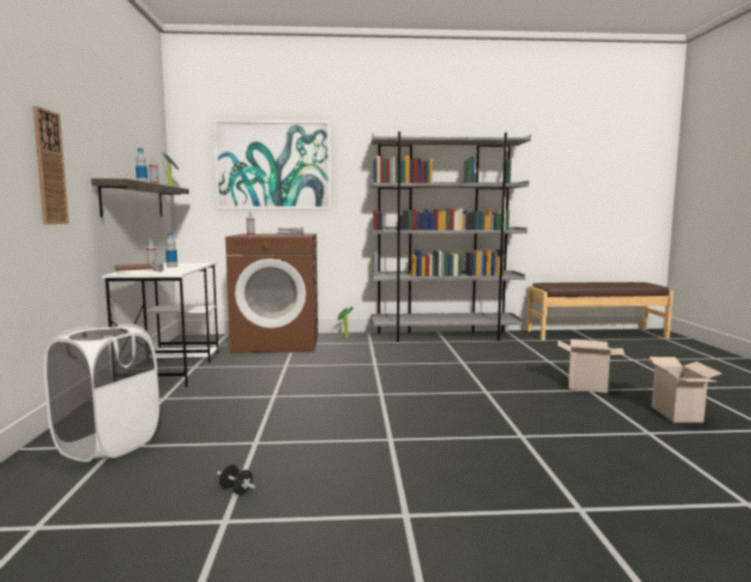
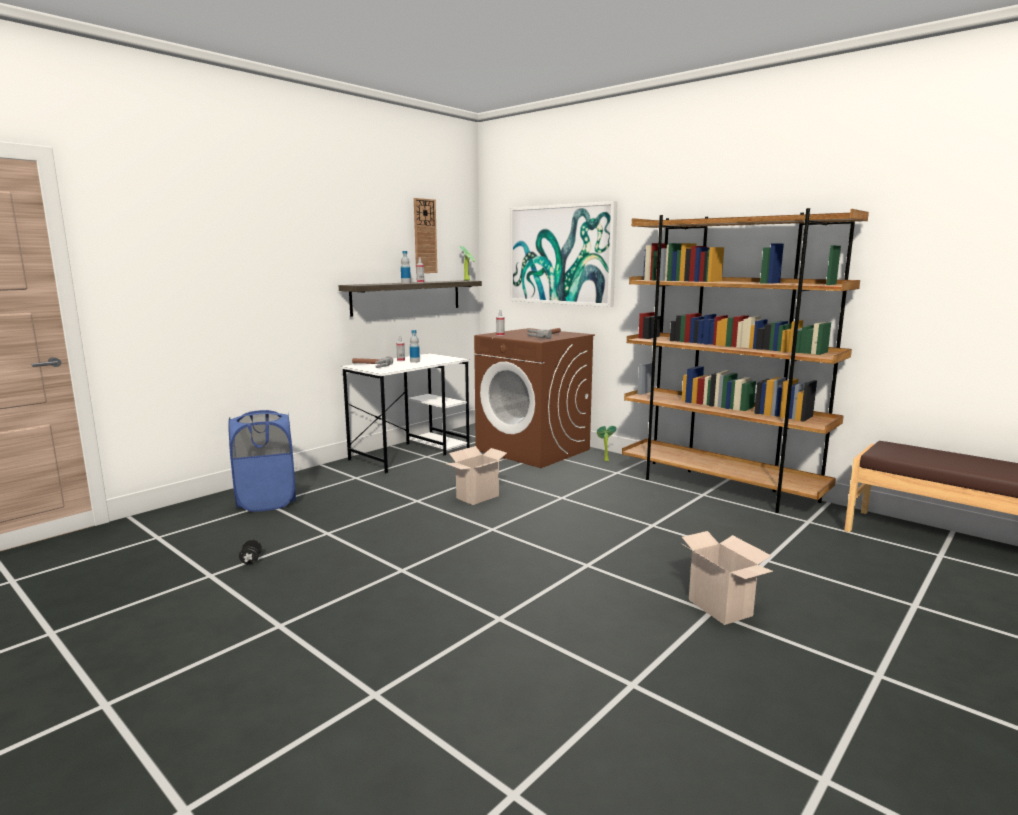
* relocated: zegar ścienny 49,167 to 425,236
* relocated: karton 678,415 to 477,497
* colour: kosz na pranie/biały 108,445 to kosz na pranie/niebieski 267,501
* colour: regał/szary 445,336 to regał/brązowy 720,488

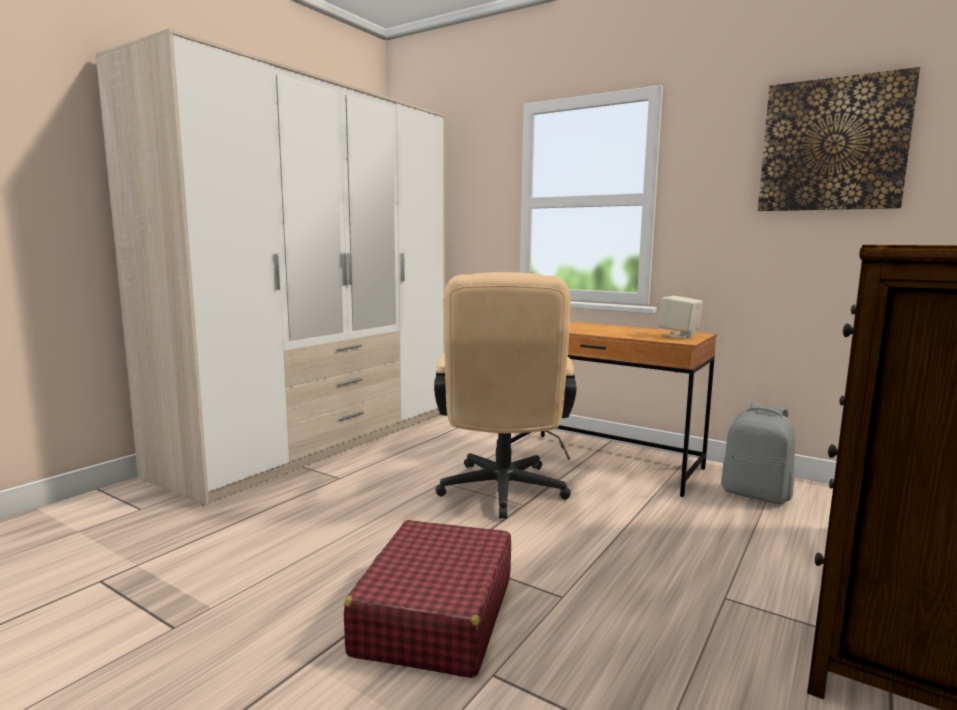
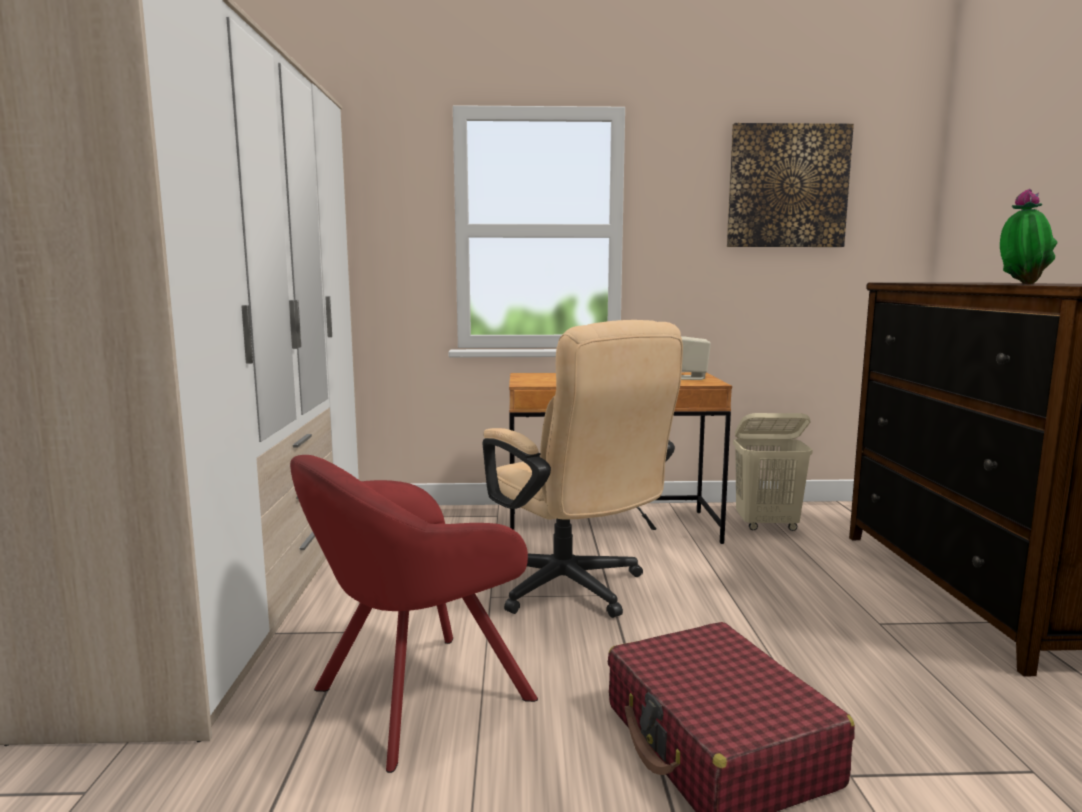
* appeared: fotel/czerwony 413,698
* appeared: roślina doniczkowa 1020,284
* exchanged: plecak/szary 756,494 to kosz na pranie/beżowy 767,525

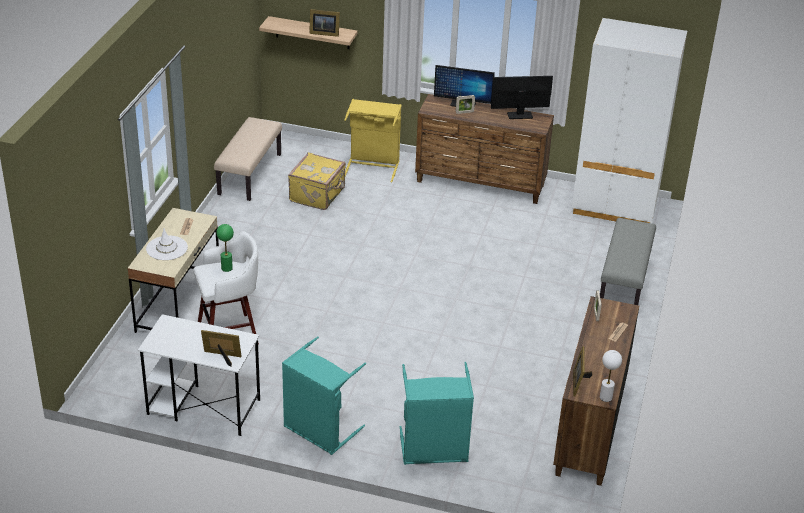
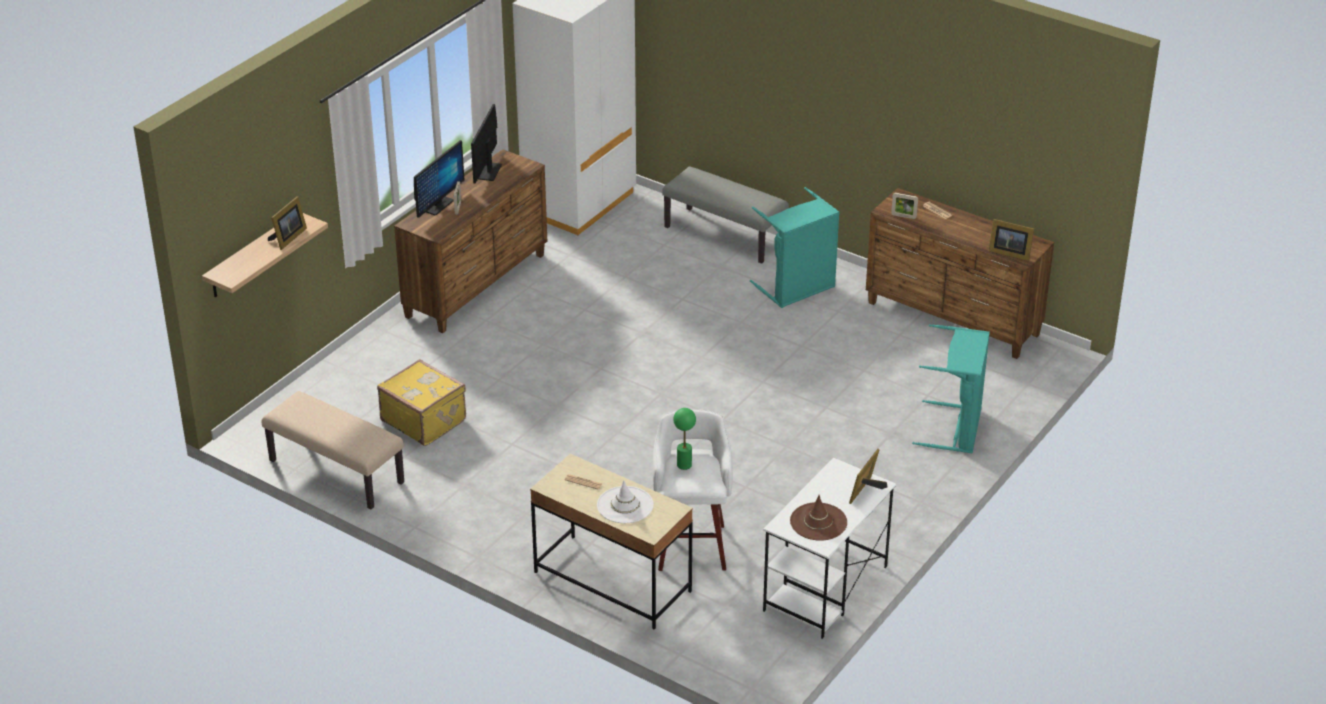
* missing: kosz na pranie/żółty 373,166
* missing: lampa stołowa/biały 605,397
* appeared: kapelusz/brązowy 818,522
* relocated: kosz na pranie/turkusowy 318,431 to 797,289

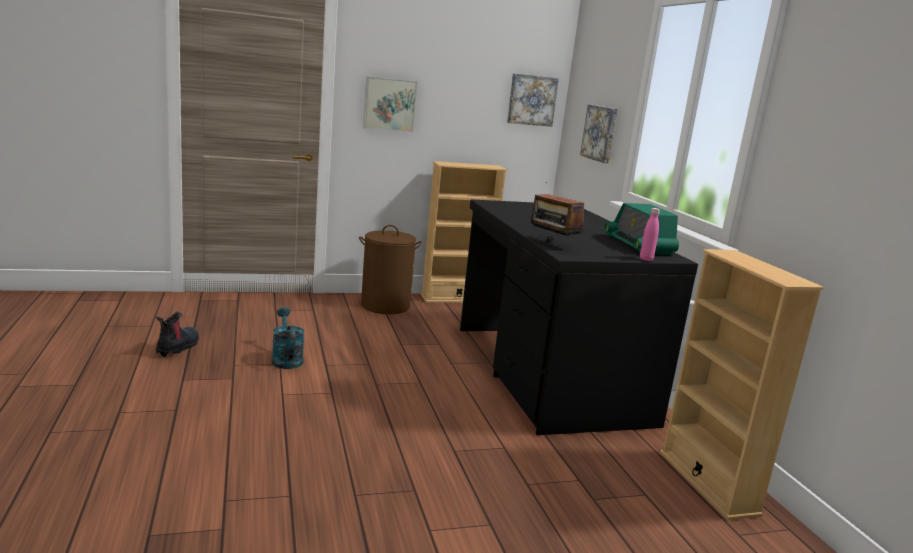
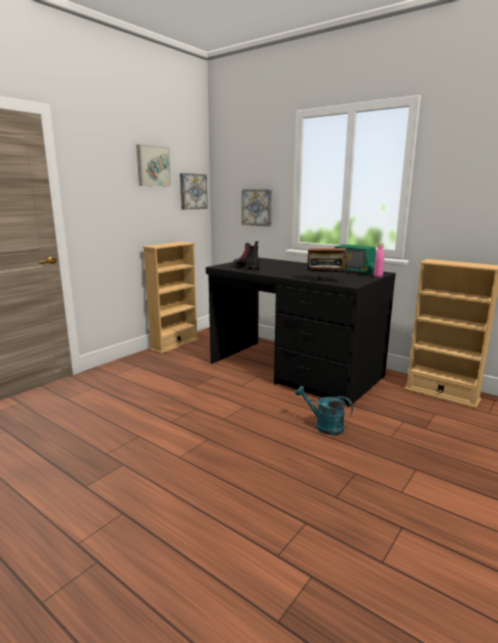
* missing: kosz na pranie/brązowy 386,306
* relocated: but z cholewką 178,347 to 246,269
* relocated: konewka/turkusowy 286,359 to 324,426
* relocated: obraz 389,104 to 152,166

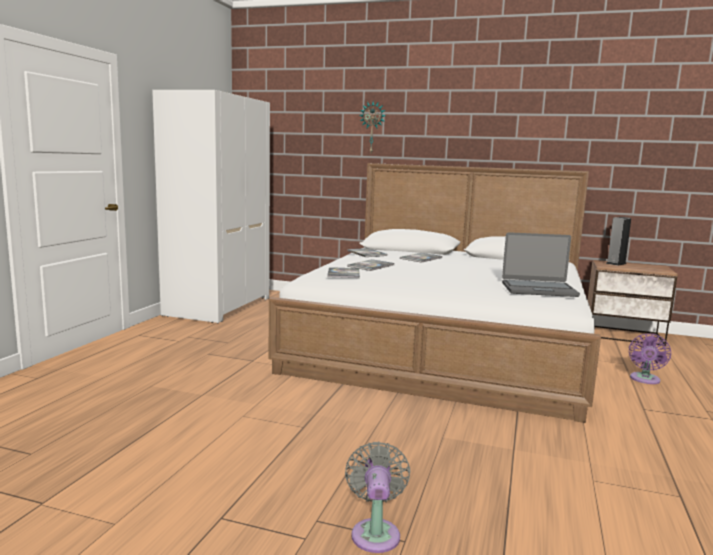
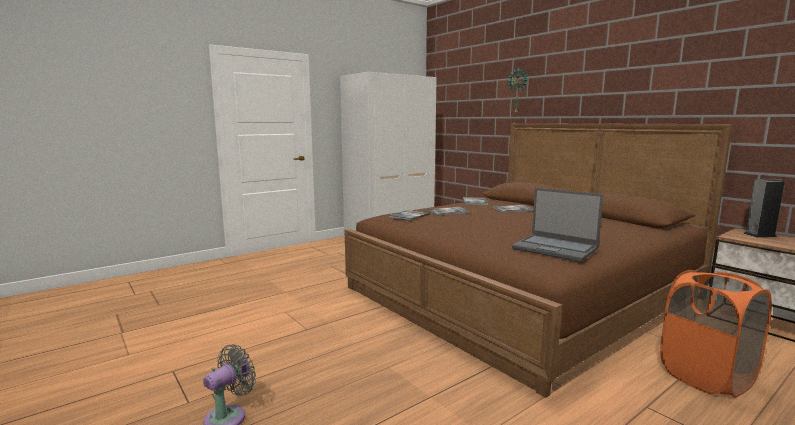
* exchanged: wentylator/fioletowy 644,380 to kosz na pranie/pomarańczowy 706,377
* colour: łóżko/biały 444,344 to łóżko/brązowy 520,292

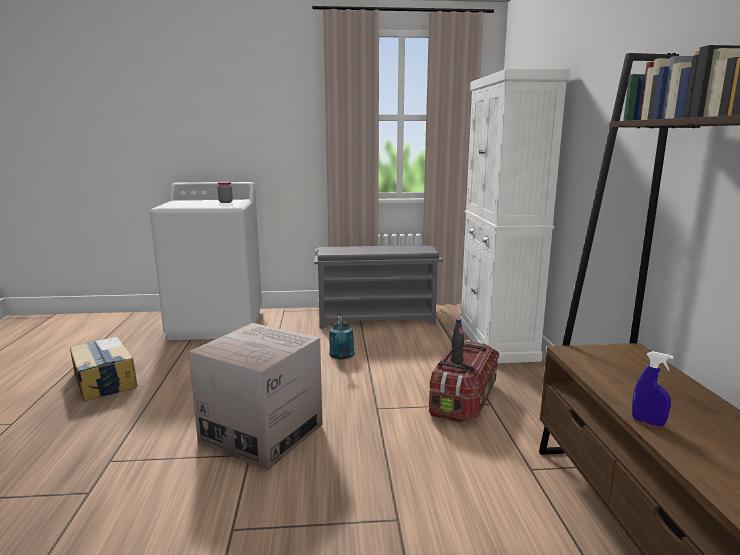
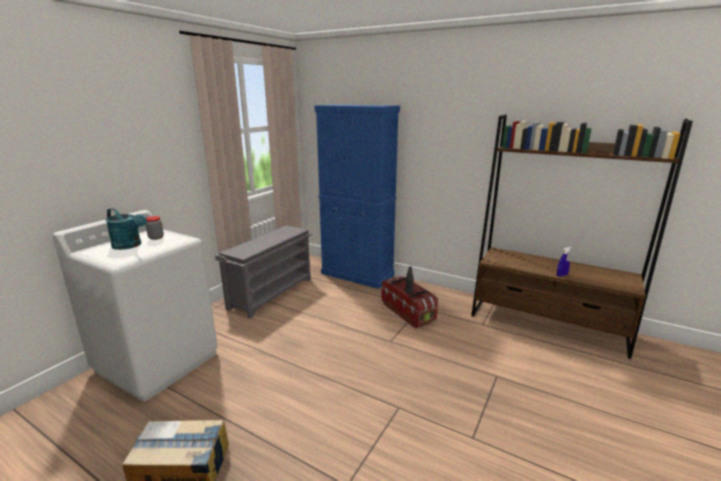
* missing: karton 262,433
* relocated: konewka/turkusowy 342,356 to 130,246
* colour: szafka/biały 496,341 to szafka/niebieski 357,274

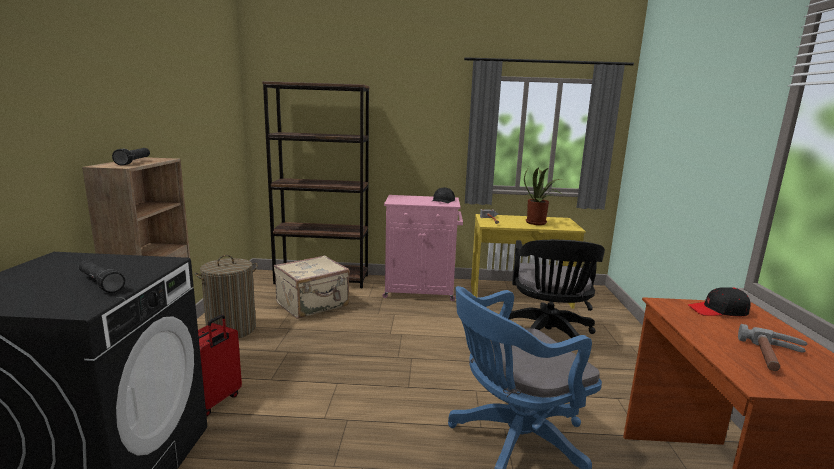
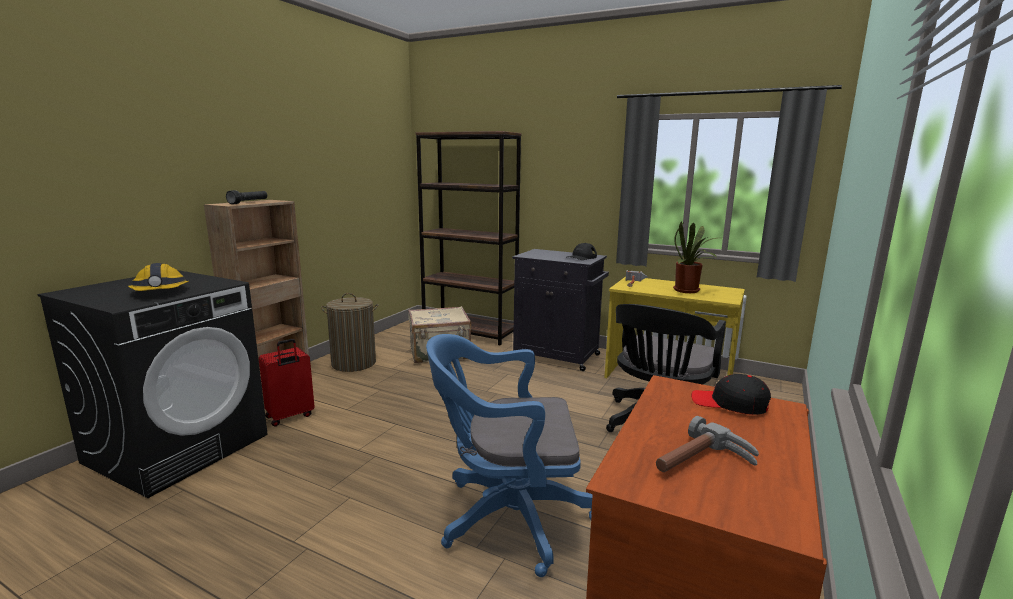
* exchanged: latarka/czarny 100,283 to kask 160,292
* colour: szafka/różowy 421,291 to szafka/czarny 557,356

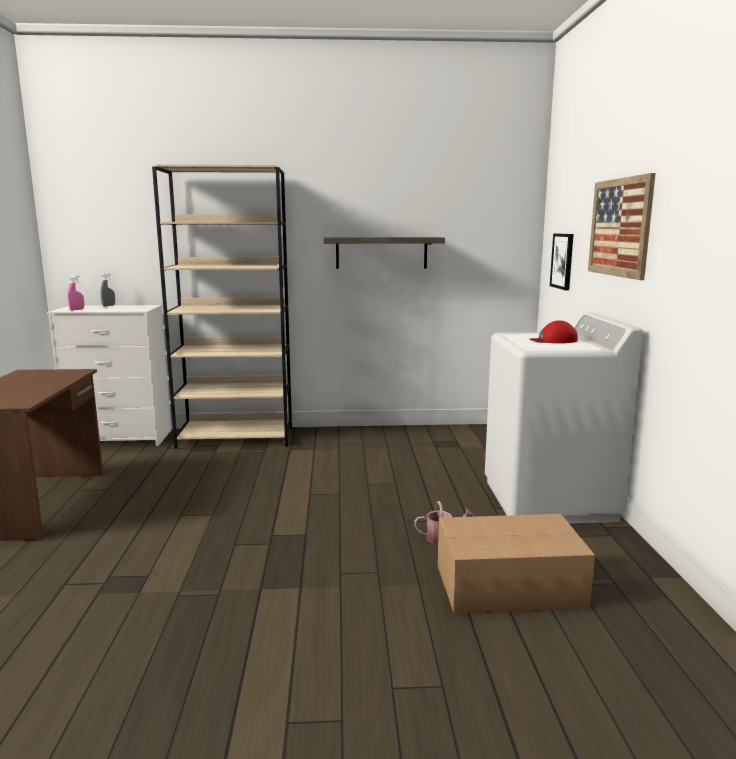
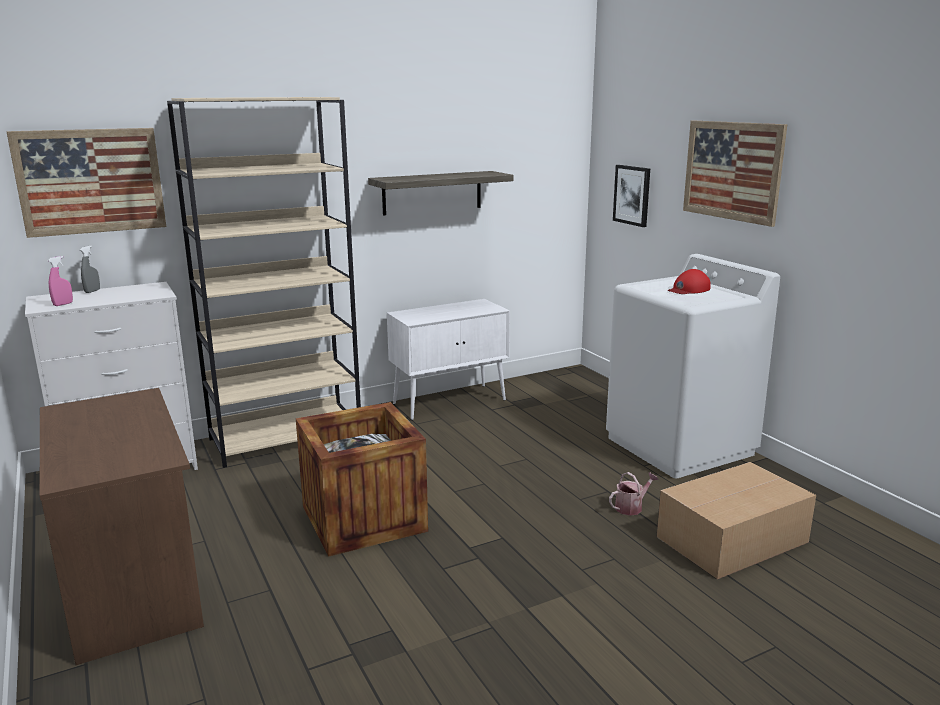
* appeared: obraz 90,181
* appeared: skrzynka 363,518
* appeared: szafka/biały 450,402

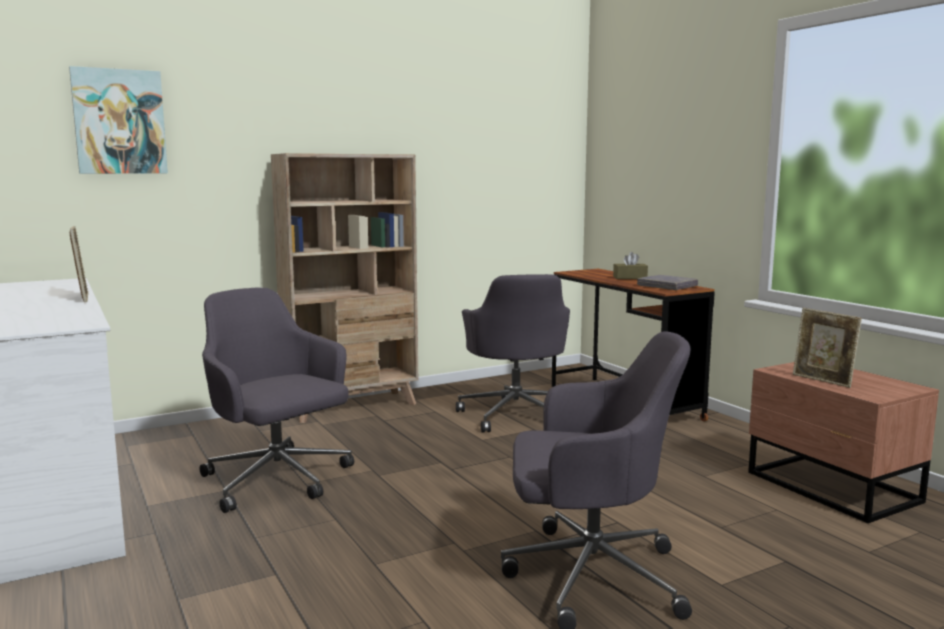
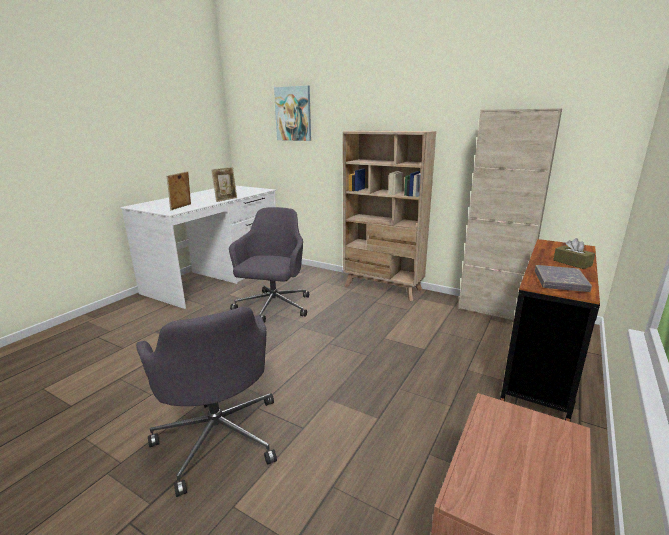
* missing: krzesło biurowe/szary 516,414
* appeared: szafka/beżowy 491,310
* relocated: ramka na zdjęcie 822,381 to 181,207

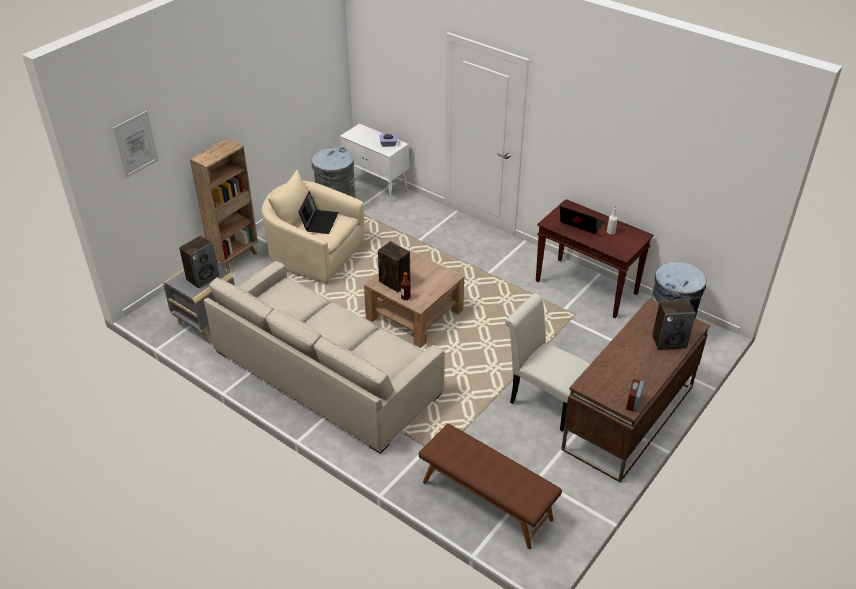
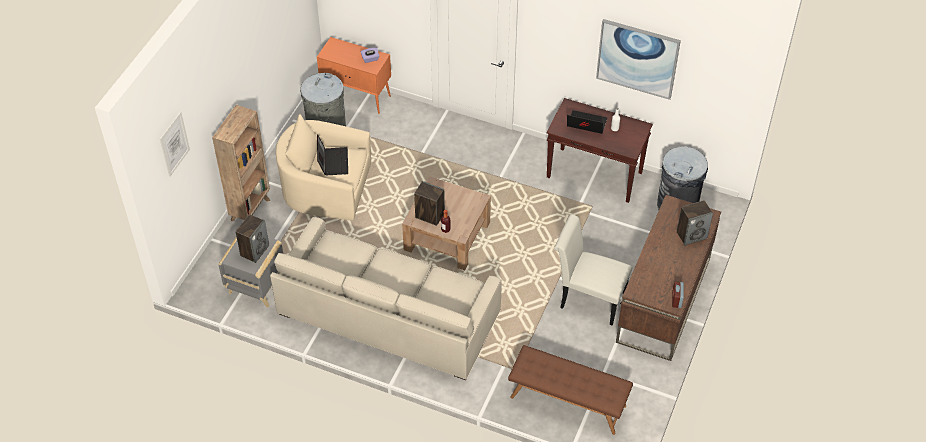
* appeared: obraz 637,58
* colour: szafka/biały 376,187 to szafka/pomarańczowy 357,96

